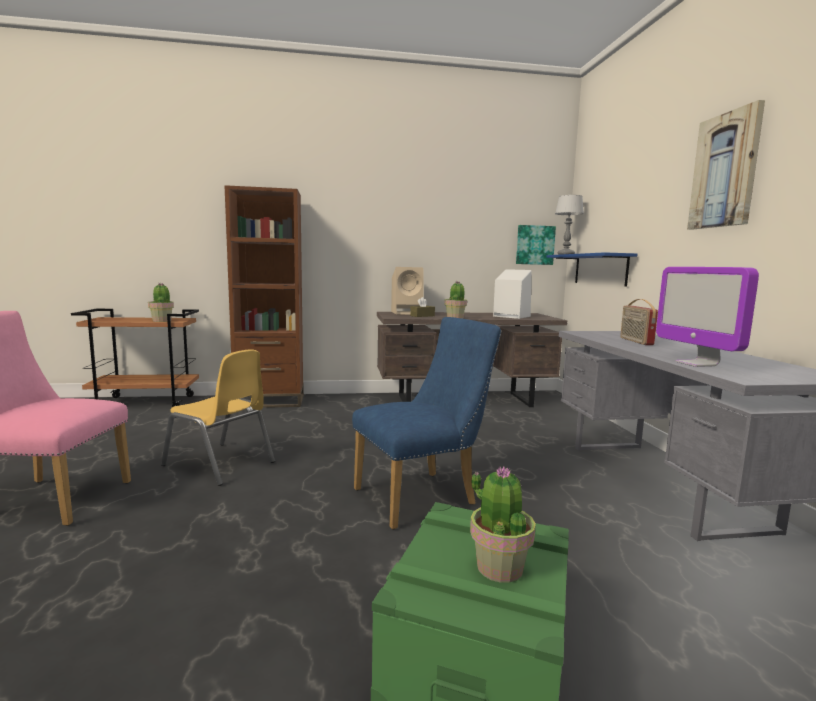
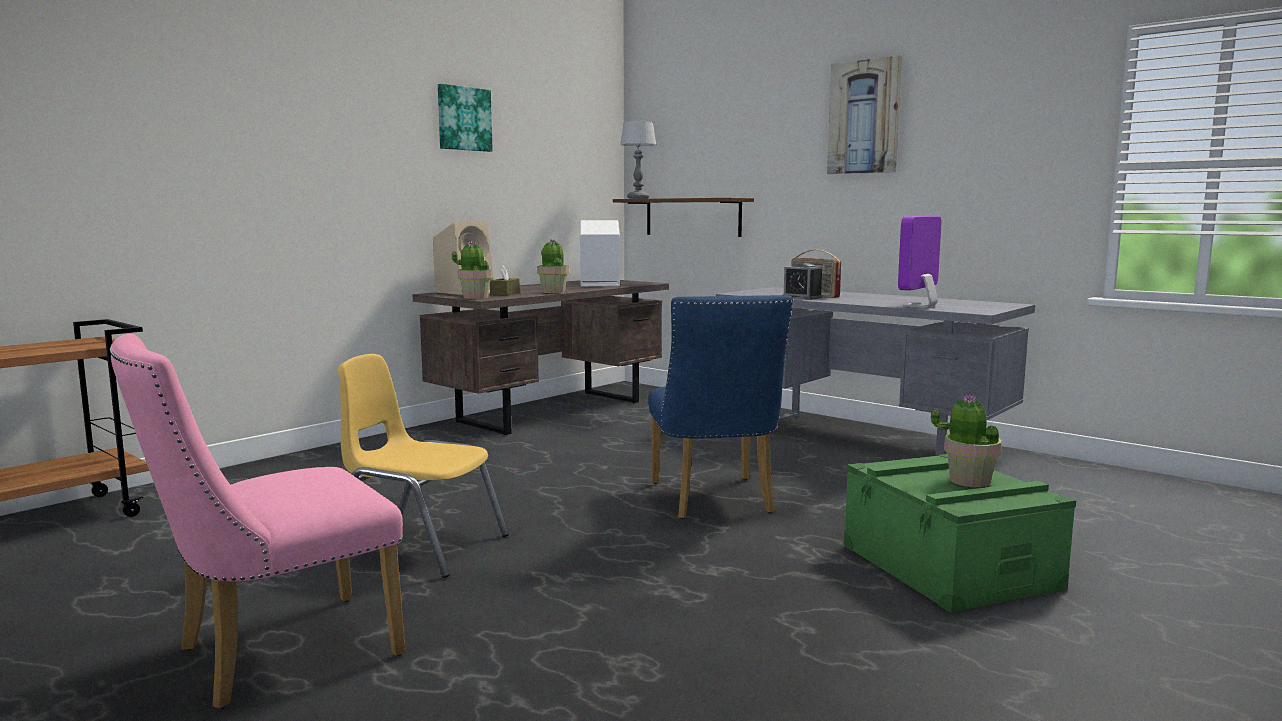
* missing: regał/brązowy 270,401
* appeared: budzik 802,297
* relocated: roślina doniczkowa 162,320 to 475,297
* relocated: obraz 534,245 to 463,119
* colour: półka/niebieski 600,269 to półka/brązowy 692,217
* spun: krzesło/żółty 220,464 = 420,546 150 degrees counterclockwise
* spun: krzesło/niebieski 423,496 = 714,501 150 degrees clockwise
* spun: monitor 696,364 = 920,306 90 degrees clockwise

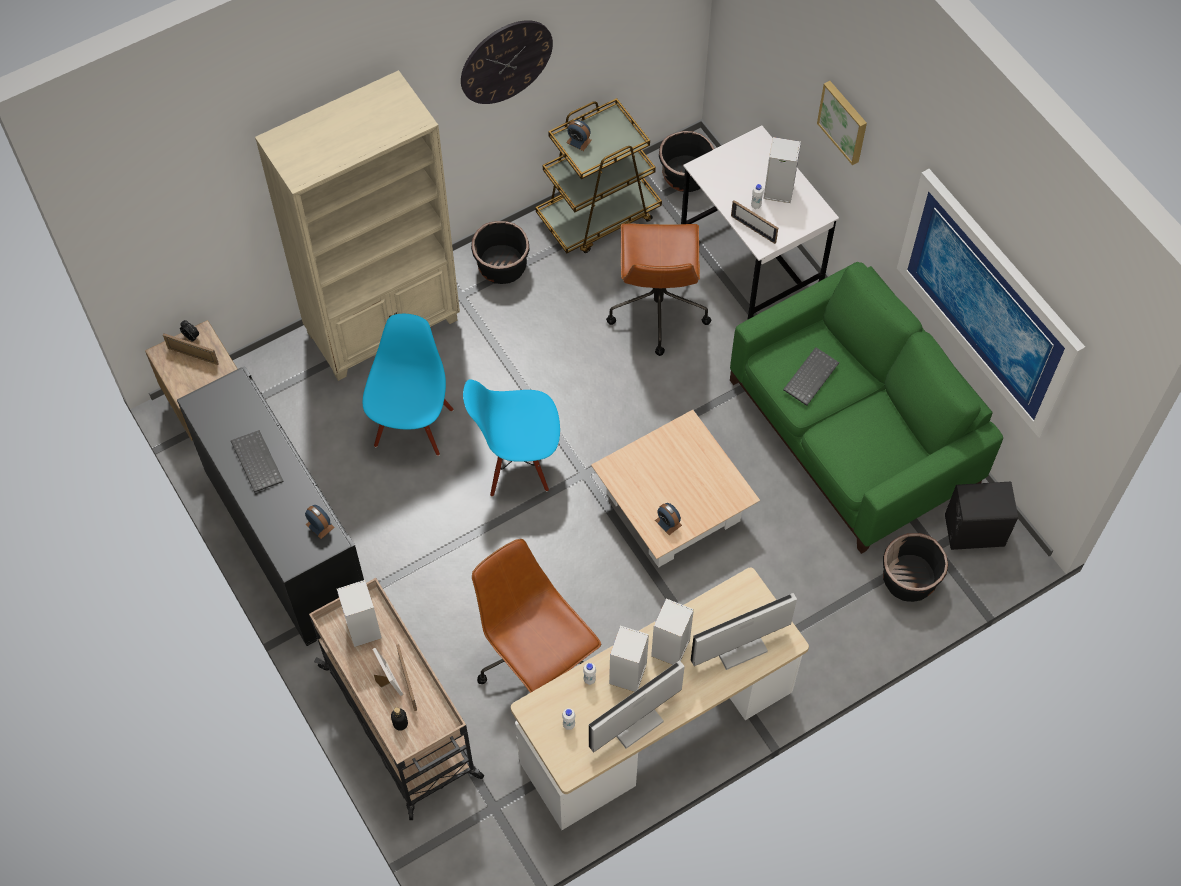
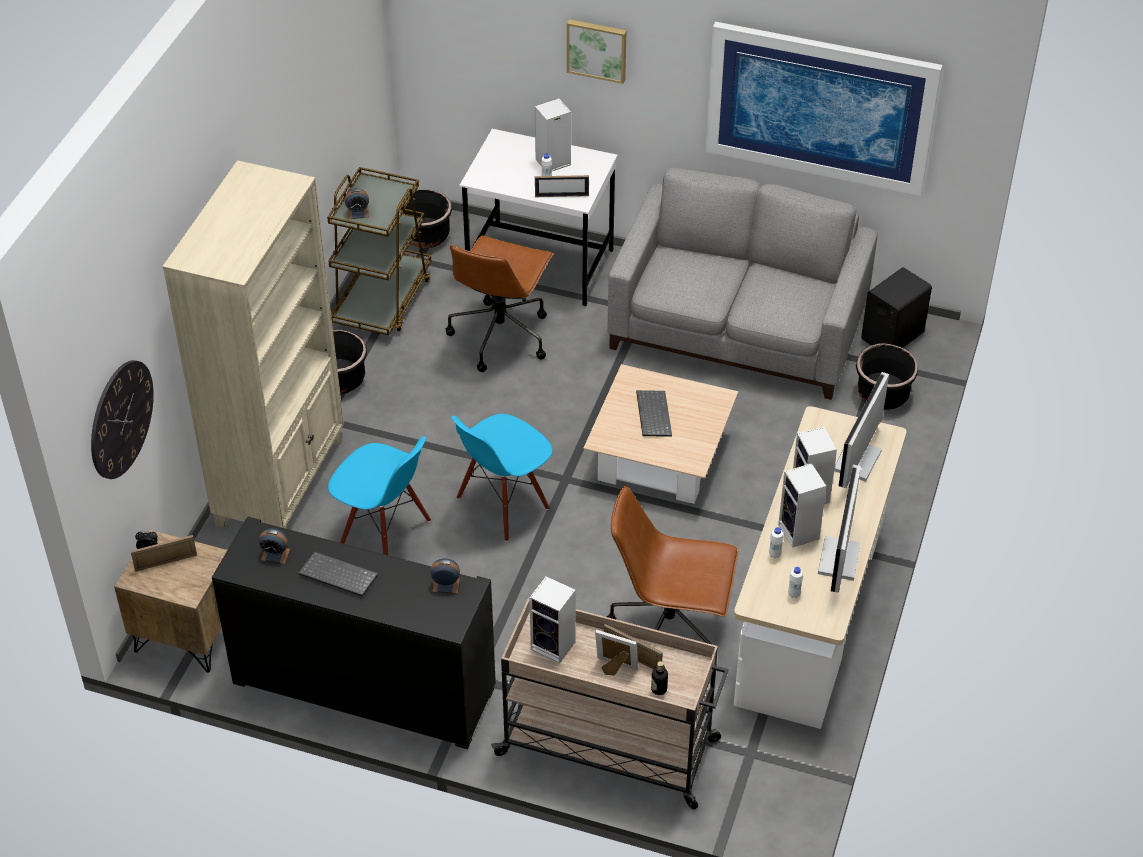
* relocated: zegar ścienny 506,61 to 121,419
* relocated: budzik 668,522 to 275,554
* relocated: klawiatura 810,376 to 652,414
* colour: kanapa/zielony 852,432 to kanapa/szary 738,327
* spun: krzesło/niebieski 412,426 = 385,534 150 degrees clockwise
* spun: krzesło biurowe/brązowy 657,309 = 500,335 60 degrees clockwise

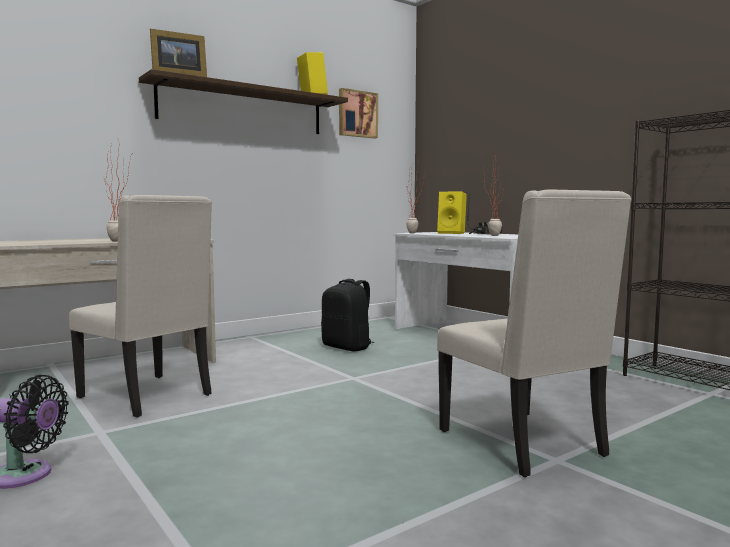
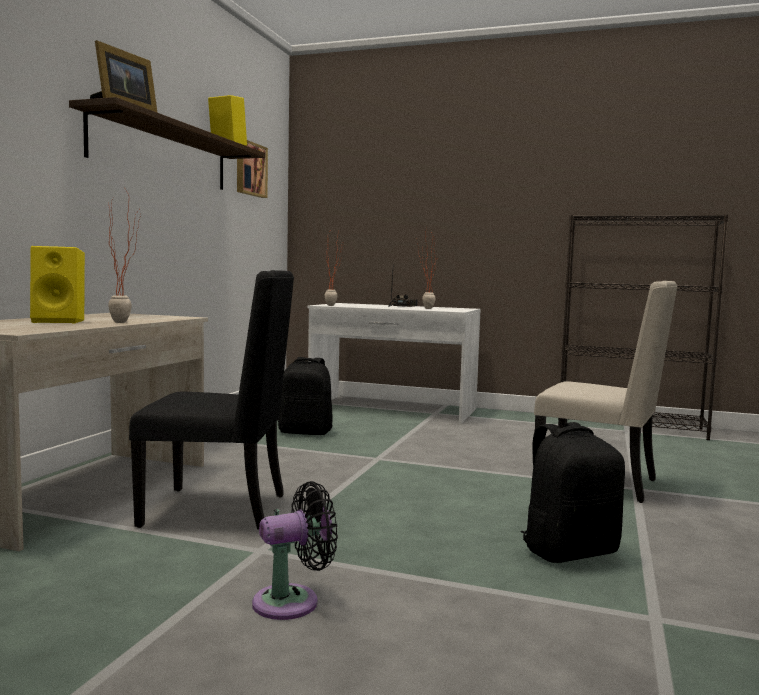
* appeared: plecak/czarny 569,551
* relocated: głośnik/żółty 452,233 to 61,321
* colour: krzesło/beżowy 149,396 to krzesło/czarny 219,509

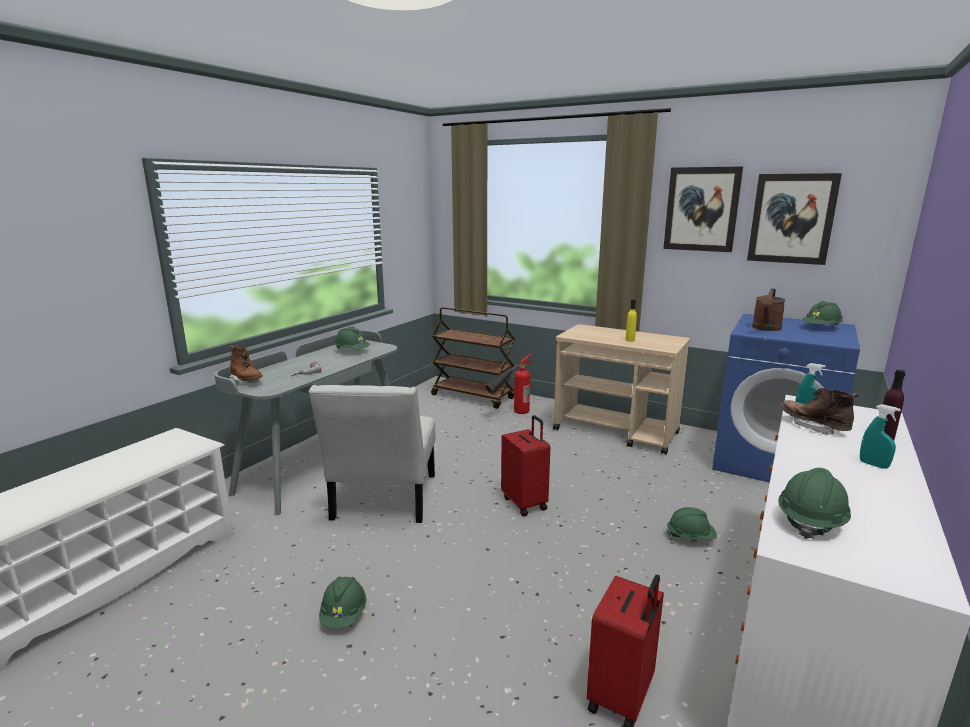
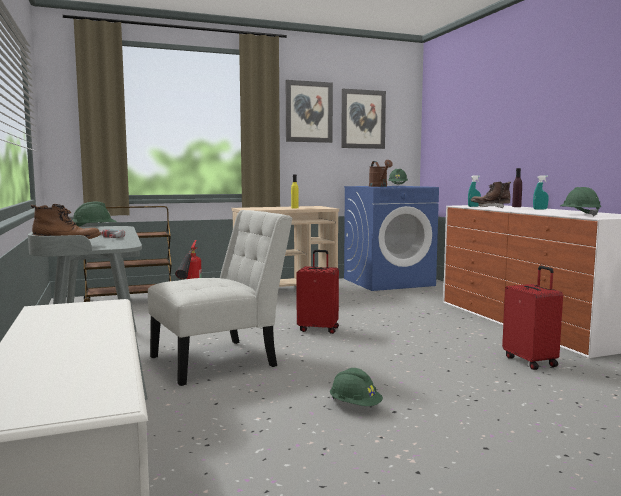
* missing: kask/zielony 690,537
* spun: krzesło/biały 383,500 = 220,360 75 degrees counterclockwise

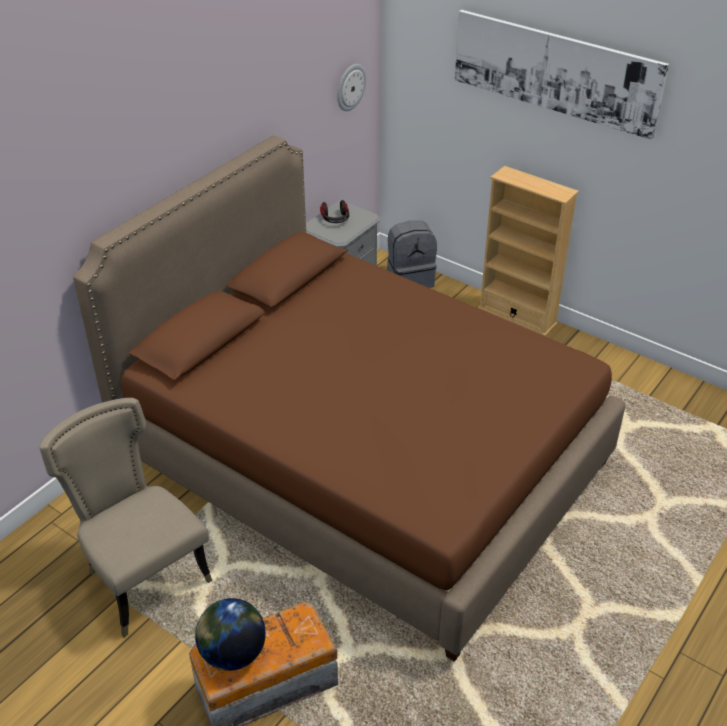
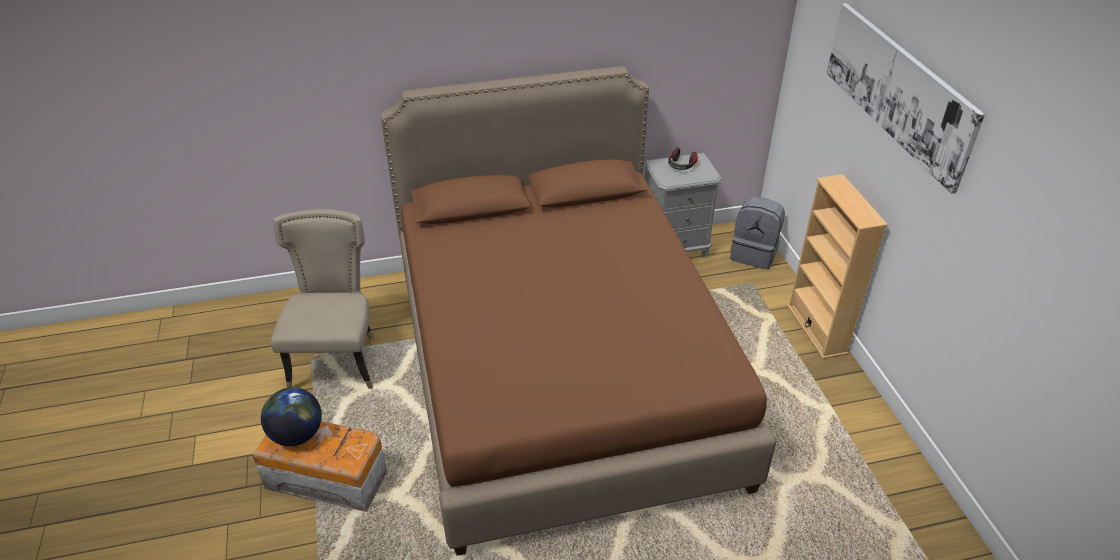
* missing: zegar ścienny 350,87

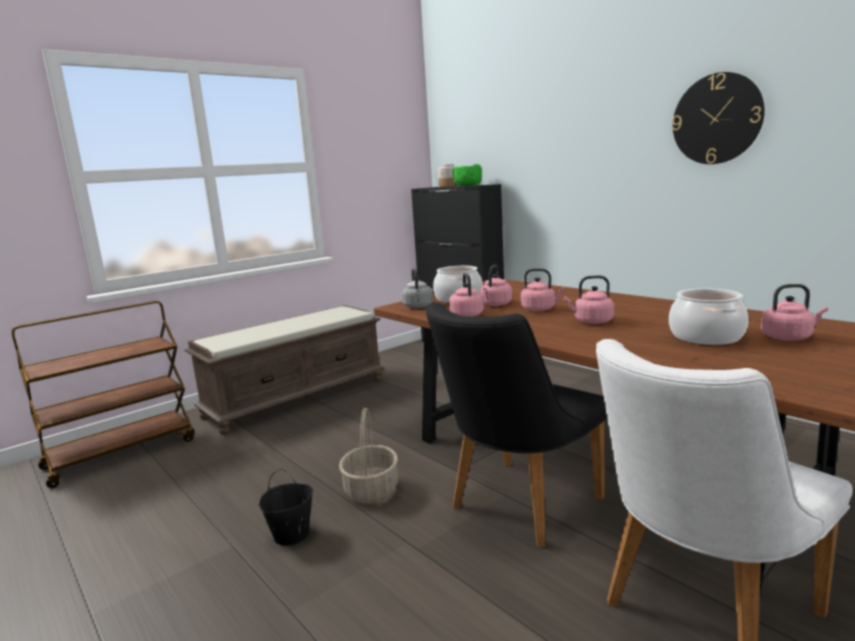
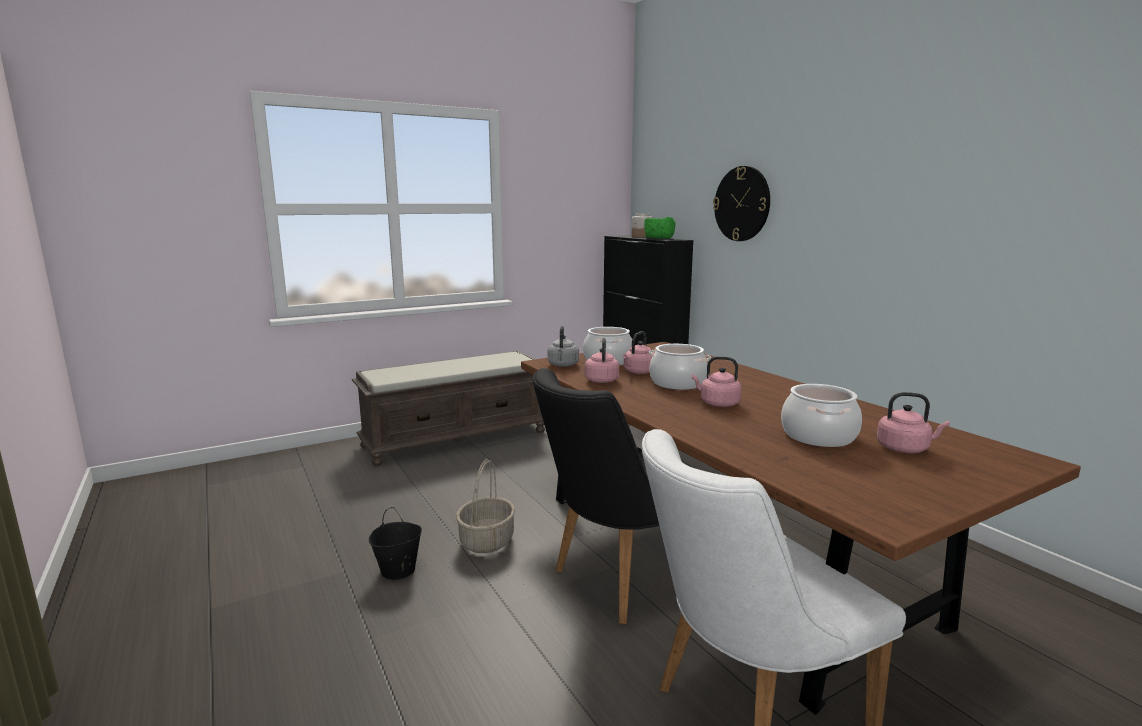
* missing: wózek/brązowy 122,453
* relocated: zegar ścienny 716,119 to 742,204
* exchanged: czajnik/różowy 540,309 to garnek 678,383

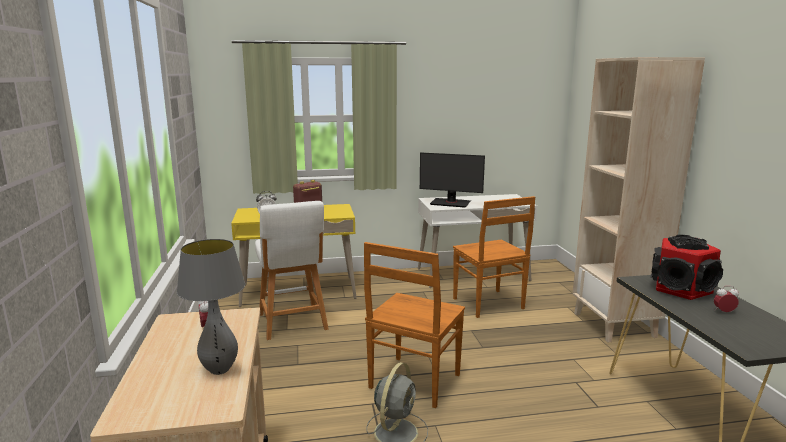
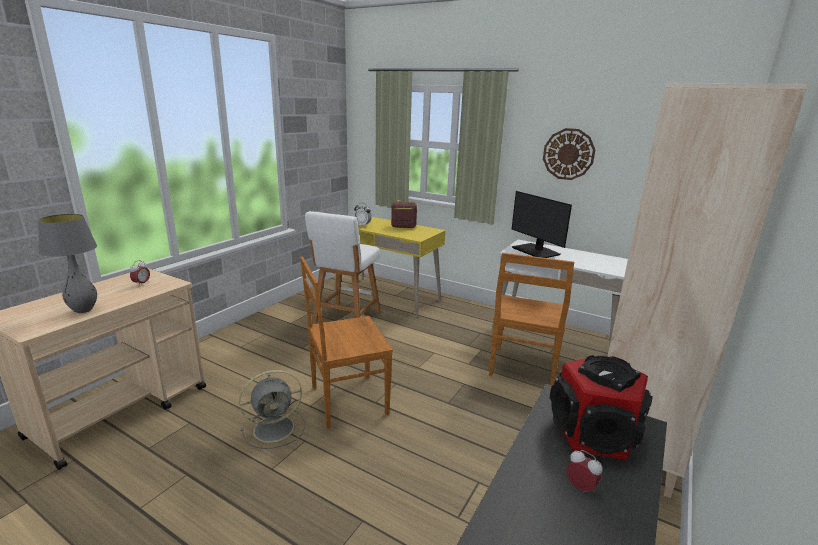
* appeared: zegar ścienny 568,154

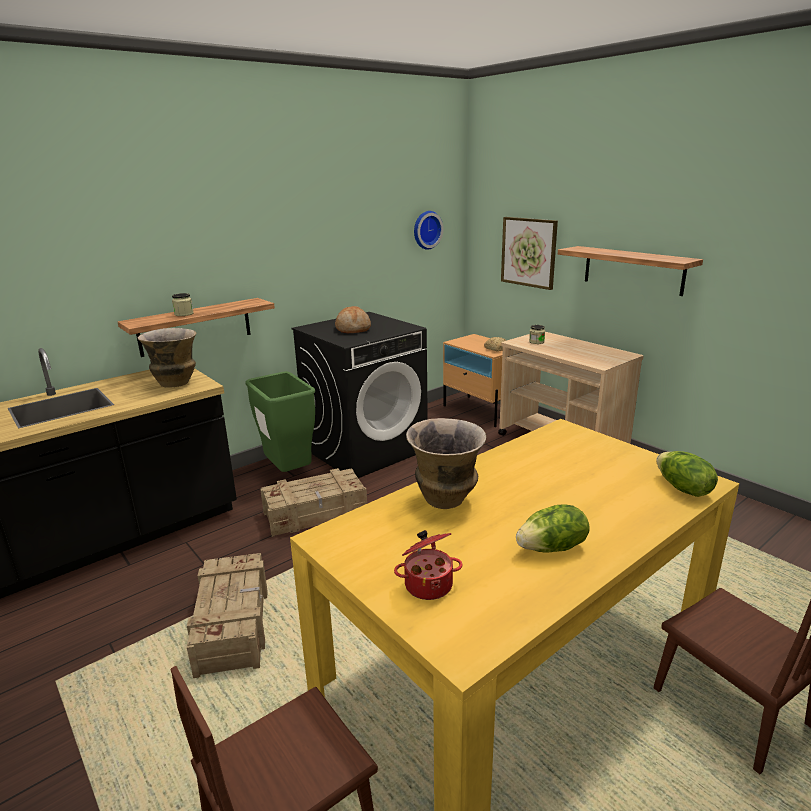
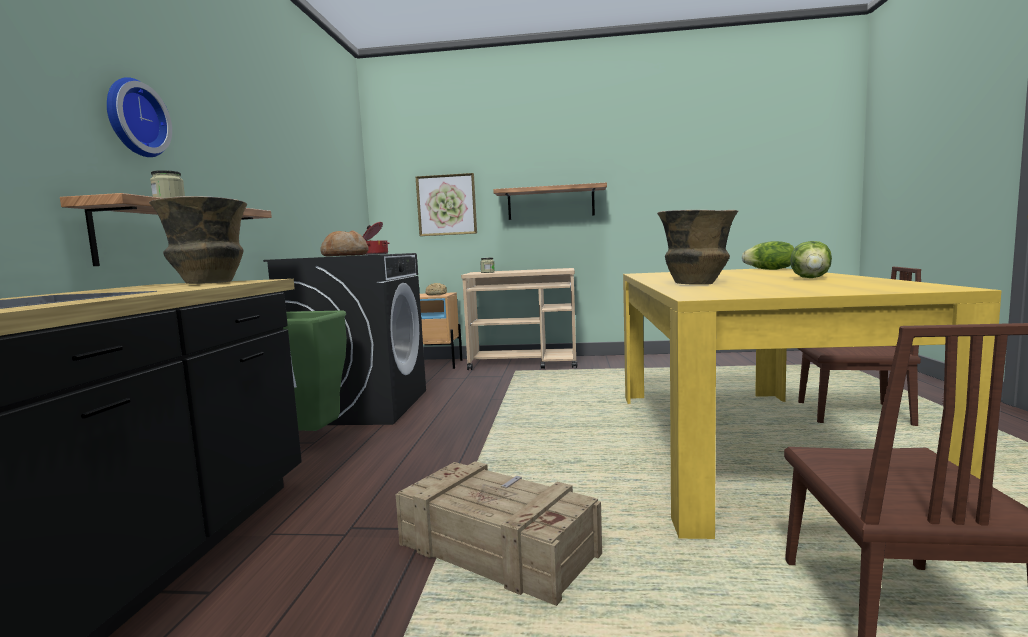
* missing: skrzynka 316,513
* relocated: garnek 428,584 to 375,254
* relocated: zegar ścienny 426,230 to 133,118

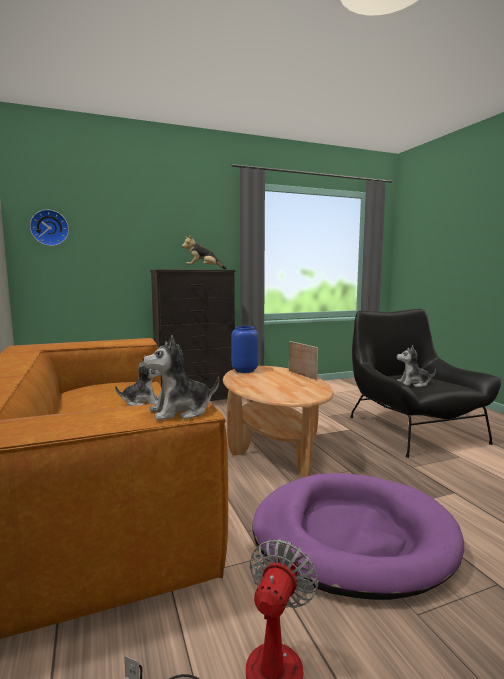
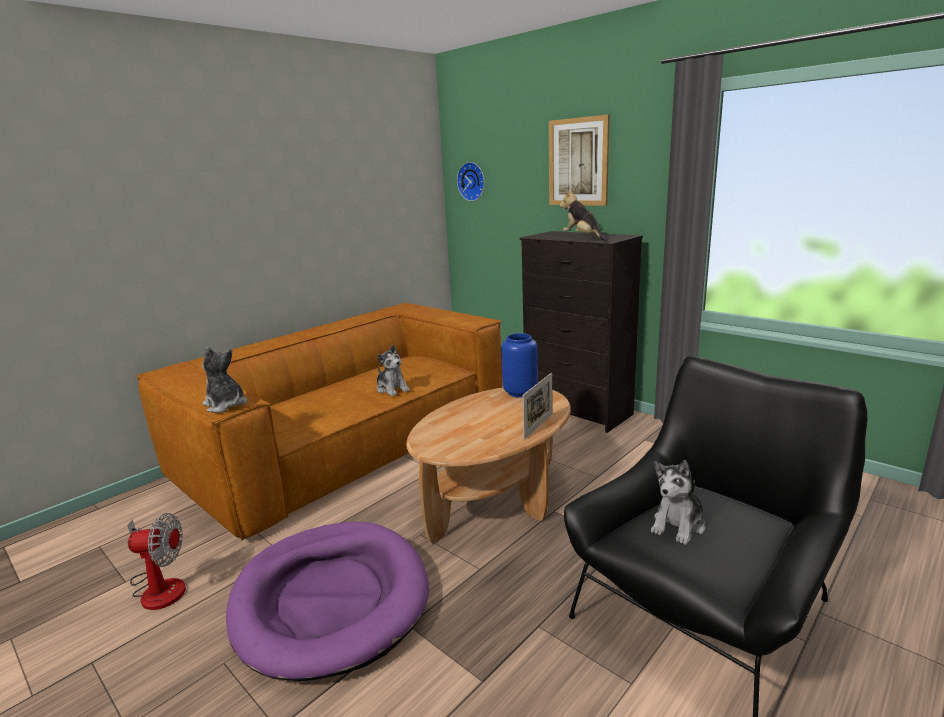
* appeared: obraz 578,162
* spun: pluszak 413,384 = 678,525 120 degrees counterclockwise

